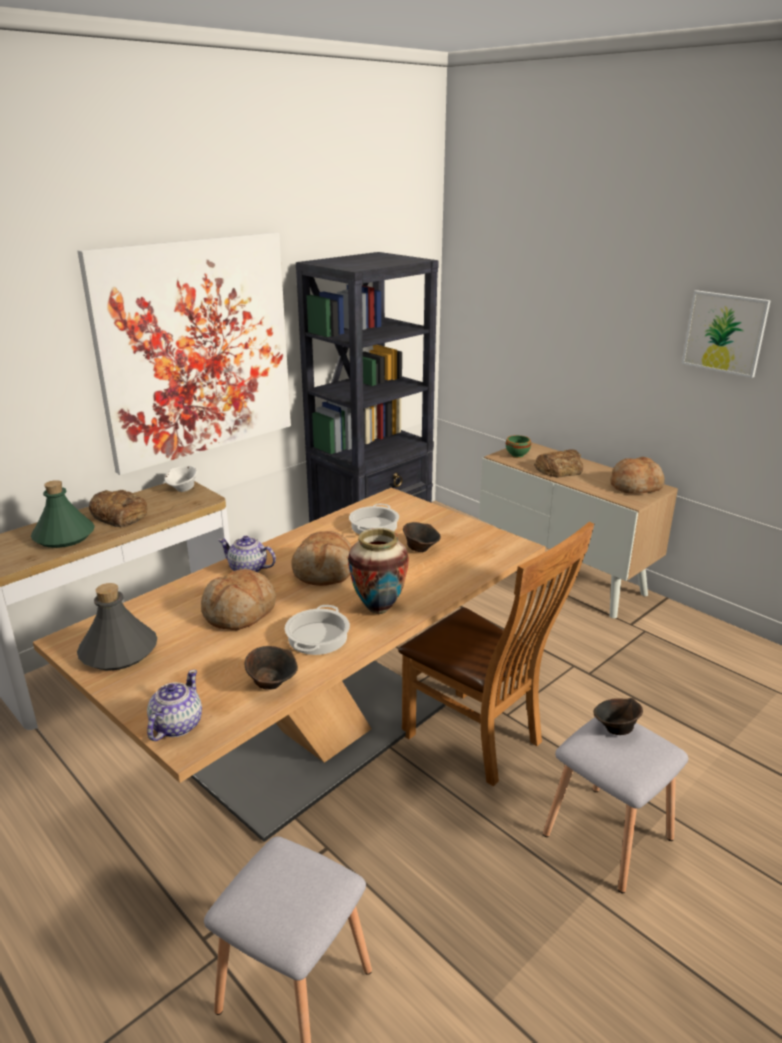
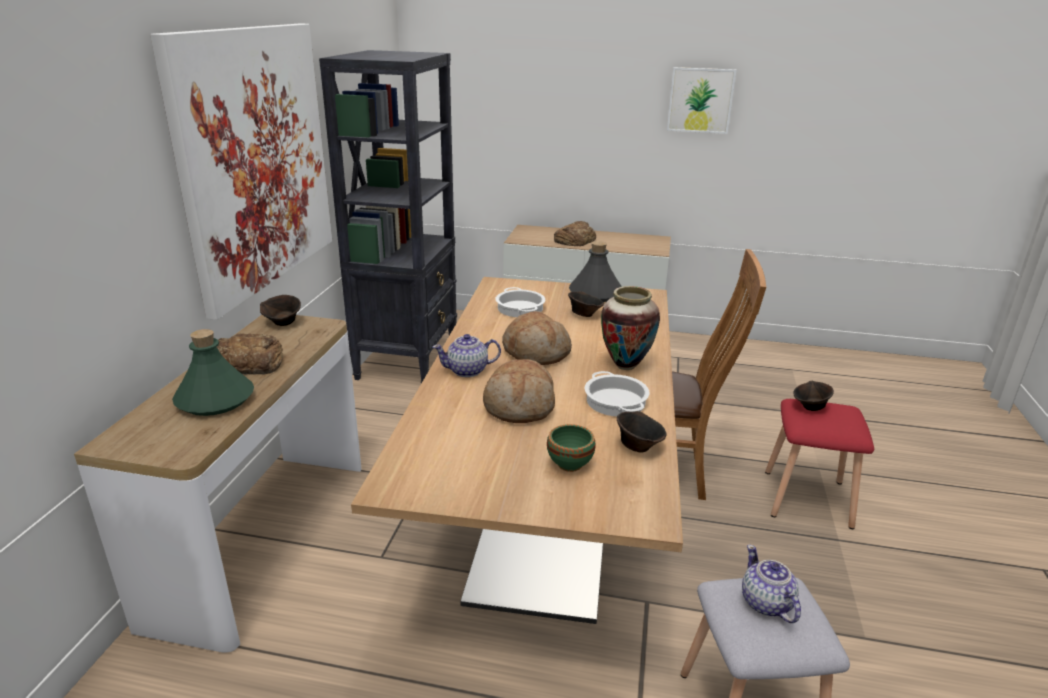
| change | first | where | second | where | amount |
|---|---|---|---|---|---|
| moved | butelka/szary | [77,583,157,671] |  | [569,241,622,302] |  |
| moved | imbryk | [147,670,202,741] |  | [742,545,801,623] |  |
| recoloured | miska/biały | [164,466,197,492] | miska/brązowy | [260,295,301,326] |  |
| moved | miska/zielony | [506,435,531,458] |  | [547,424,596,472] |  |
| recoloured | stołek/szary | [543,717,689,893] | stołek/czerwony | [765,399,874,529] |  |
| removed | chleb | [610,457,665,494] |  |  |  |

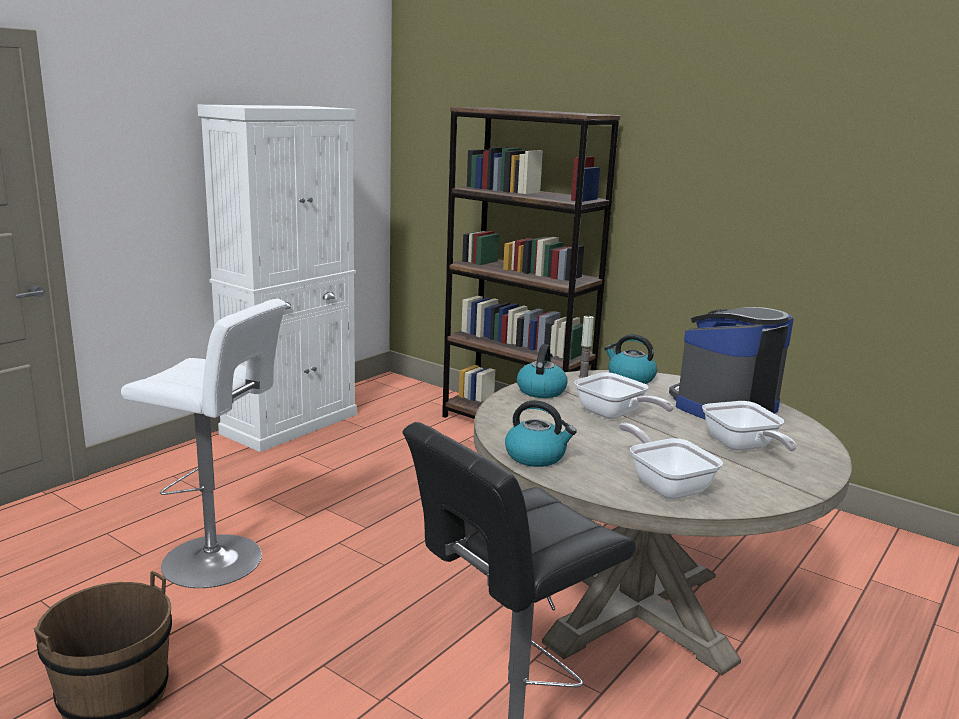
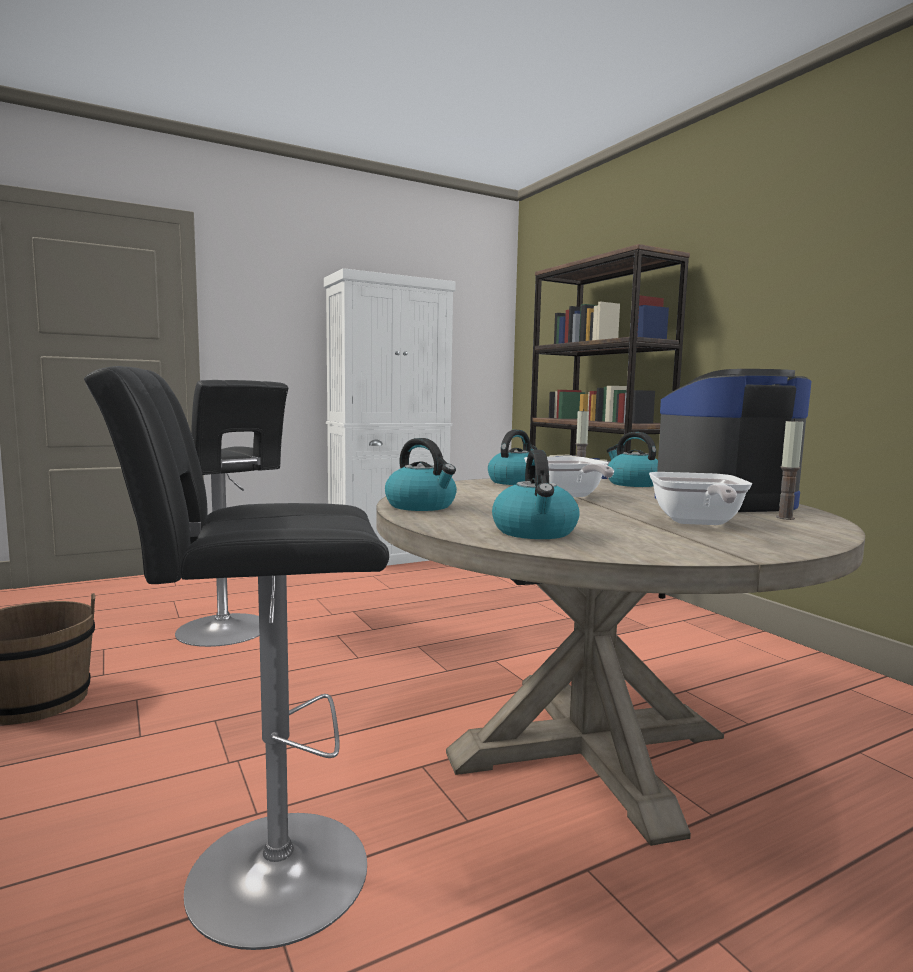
| change | first | where | second | where | amount |
|---|---|---|---|---|---|
| recoloured | stołek/biały | [121,299,287,588] | stołek/czarny | [175,380,288,647] |  |
| replaced | patelnia | [619,423,723,499] | czajnik | [492,450,580,539] |  |
| added |  |  | świeca | [776,418,804,520] |  |

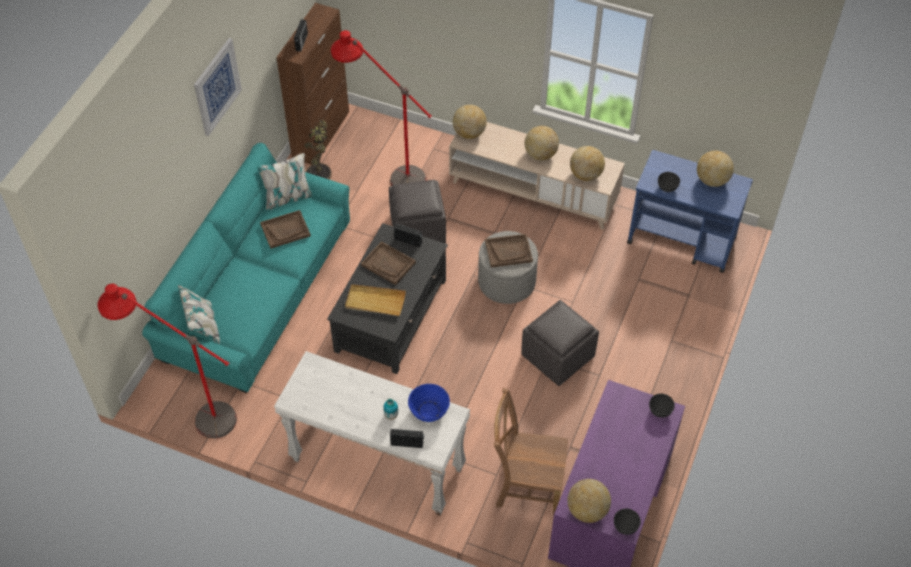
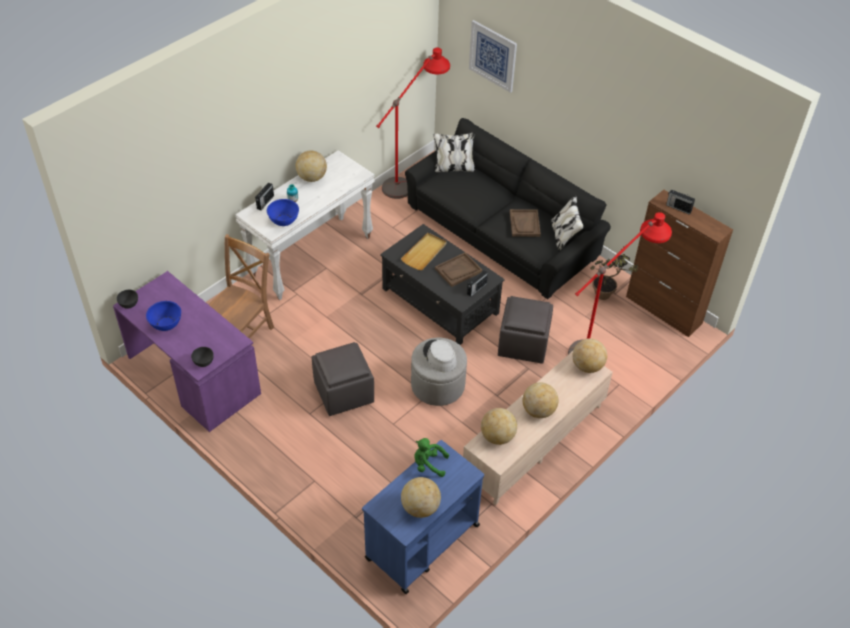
| change | first | where | second | where | amount |
|---|---|---|---|---|---|
| recoloured | kanapa/turkusowy | [142,143,350,393] | kanapa/czarny | [405,118,611,299] |  |
| moved | obraz | [194,38,242,136] |  | [469,20,517,93] |  |
| replaced | taca/brązowy | [485,234,533,268] | kapelusz/szary | [423,340,457,372] |  |
| moved | globus | [567,479,611,523] |  | [296,151,327,182] |  |
| replaced | miska/szary | [658,172,680,192] | pluszak/zielony | [414,438,449,477] |  |
| added |  |  | miska/niebieski | [146,301,181,331] |  |

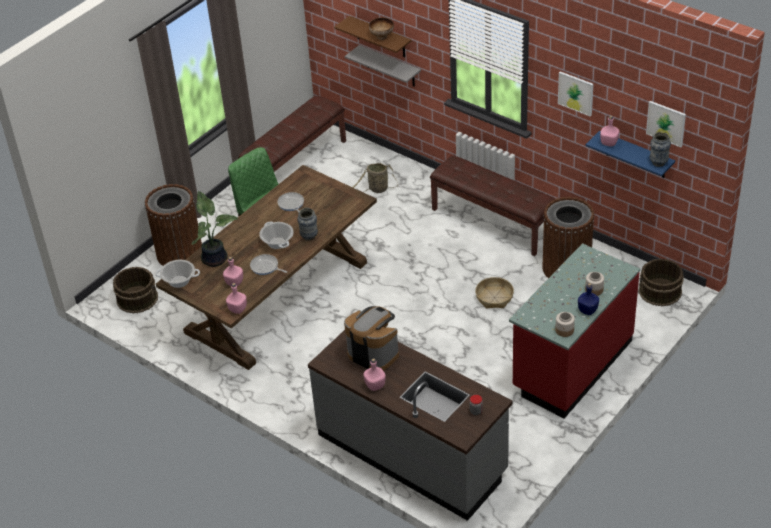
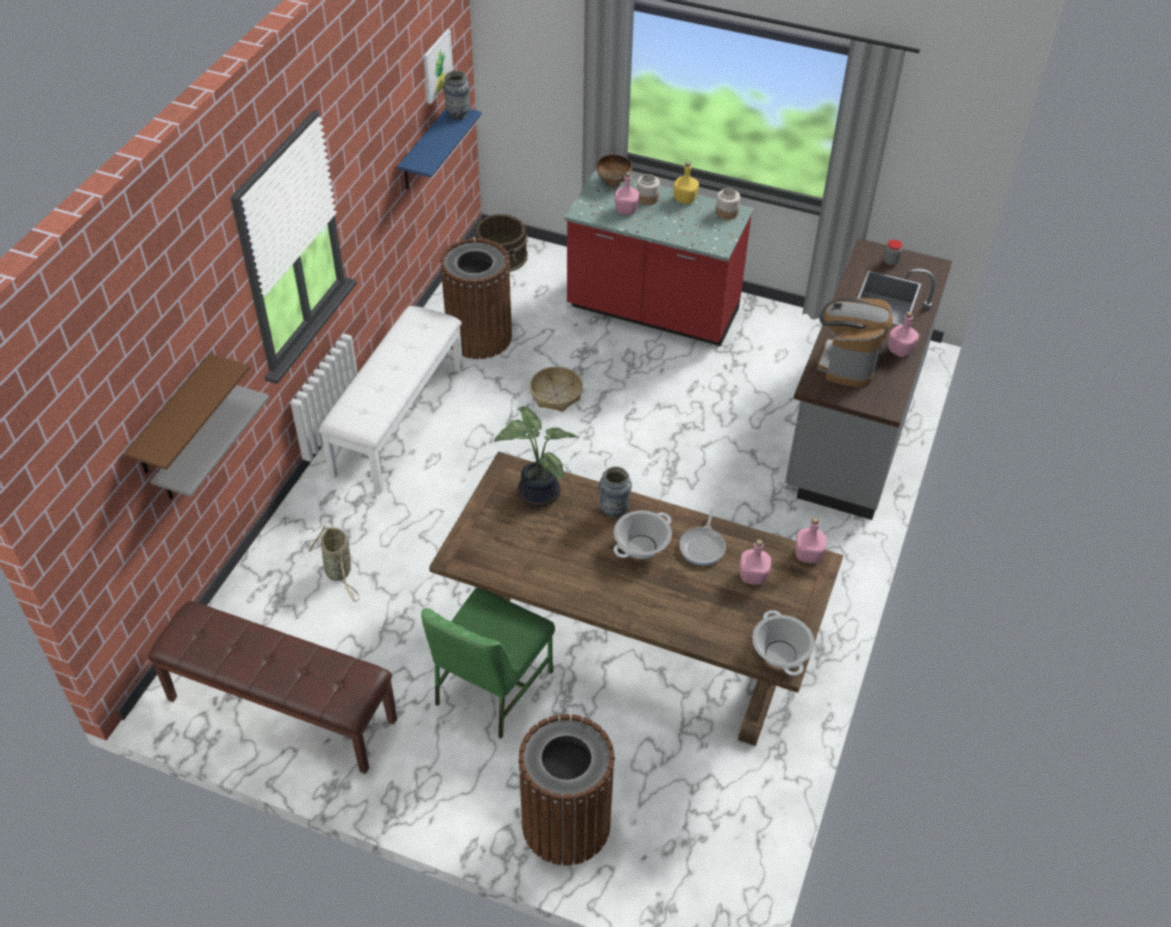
| change | first | where | second | where | amount |
|---|---|---|---|---|---|
| removed | wiadro/brązowy | [113,267,158,313] |  |  |  |
| moved | roślina doniczkowa | [192,191,238,267] |  | [494,406,579,507] |  |
| removed | patelnia | [277,192,304,212] |  |  |  |
| moved | miska | [369,18,394,40] |  | [596,155,632,187] |  |
| recoloured | ławka/brązowy | [430,156,555,256] | ławka/biały | [319,306,463,493] |  |
| removed | obraz | [558,71,594,117] |  |  |  |
| recoloured | butelka/niebieski | [578,283,599,315] | butelka/żółty | [673,161,699,204] |  |
| moved | butelka/różowy | [600,115,620,146] |  | [615,172,639,215] |  |

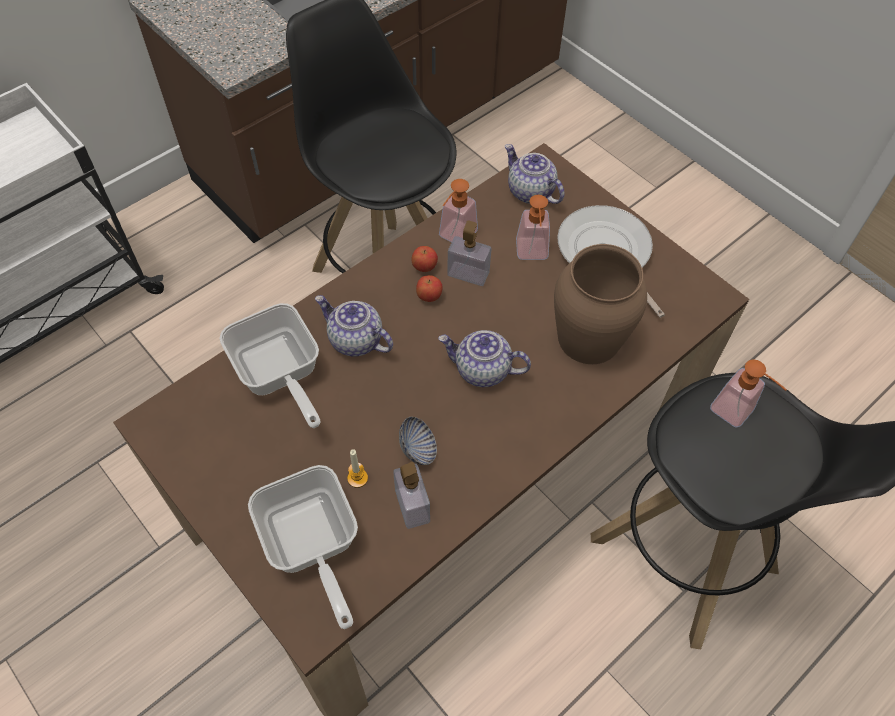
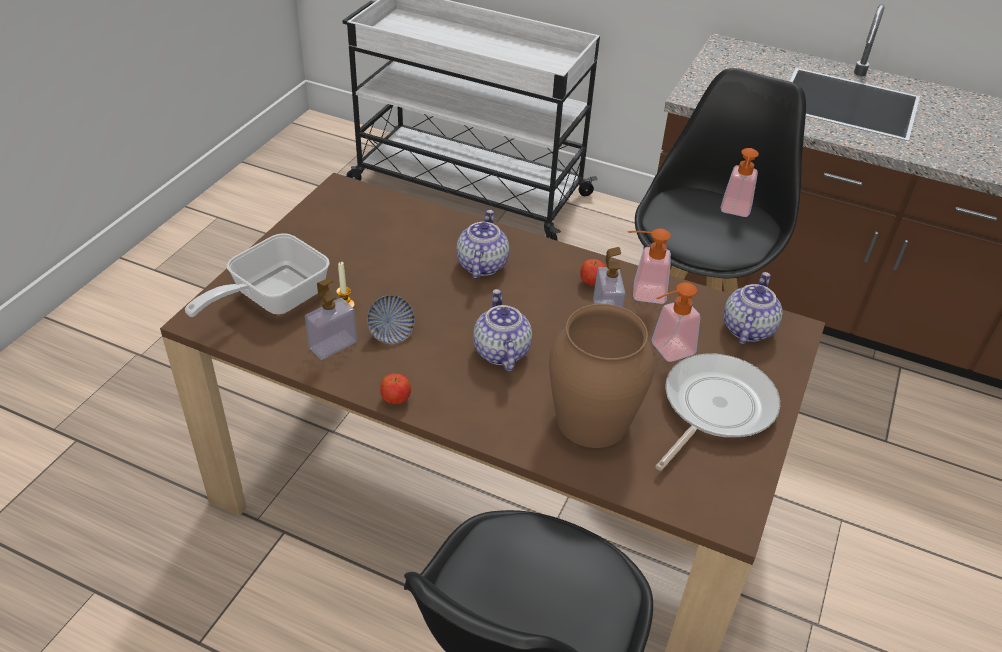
| change | first | where | second | where | amount |
|---|---|---|---|---|---|
| removed | patelnia | [219,303,320,428] |  |  |  |
| moved | jabłko | [416,275,443,302] |  | [380,373,411,404] |  |
| moved | dozownik mydła | [710,359,787,428] |  | [721,148,759,217] |  |

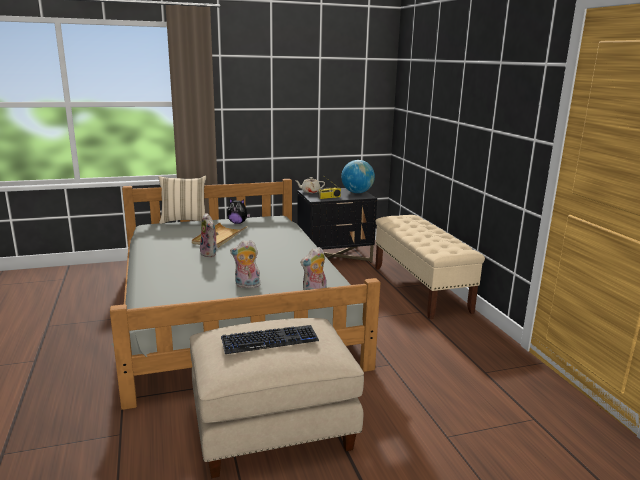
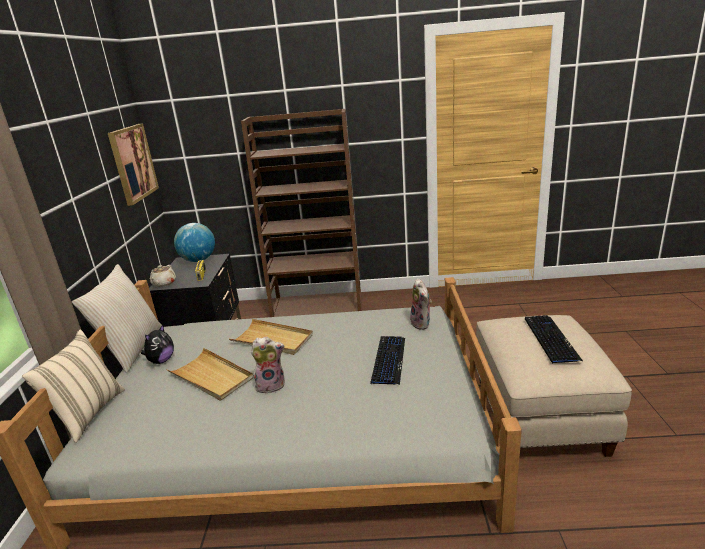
| change | first | where | second | where | amount |
|---|---|---|---|---|---|
| replaced | pluszak | [230,240,260,288] | klawiatura | [370,336,405,385] |  |
| replaced | ławka/beżowy | [375,215,485,319] | regał/brązowy | [241,109,361,317] |  |
| added |  |  | poduszka/beżowy | [72,264,162,373] |  |
| added |  |  | obraz | [108,124,159,206] |  |
| added |  |  | taca/beżowy | [229,319,313,355] |  |

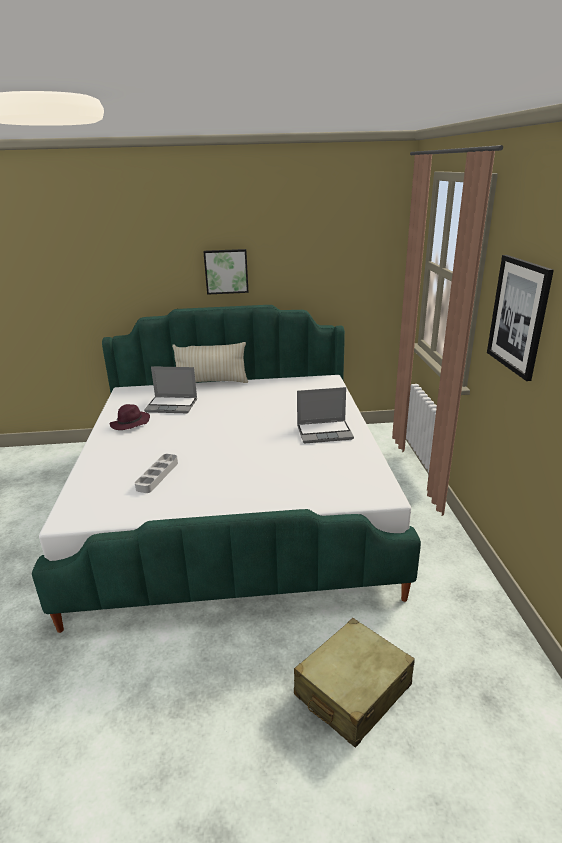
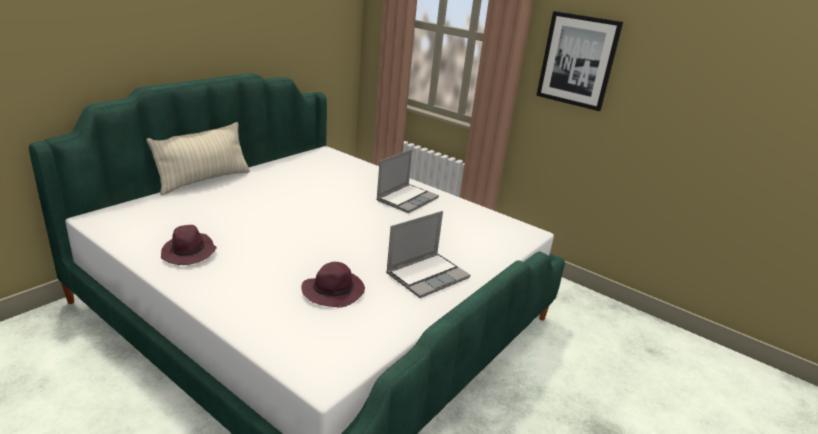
| change | first | where | second | where | amount |
|---|---|---|---|---|---|
| replaced | taca/szary | [135,454,178,493] | kapelusz/fioletowy | [301,262,365,307] |  |
| moved | laptop | [144,366,197,413] |  | [386,211,470,298] |  |
| removed | obraz | [203,249,249,295] |  |  |  |
| removed | walizka/beżowy | [294,618,415,748] |  |  |  |

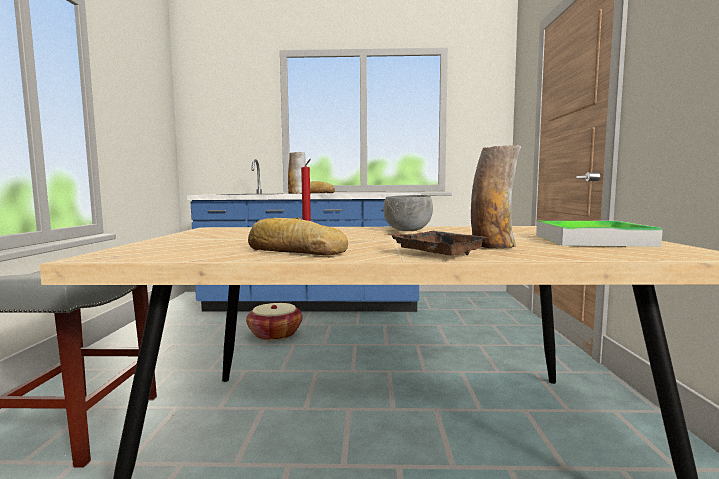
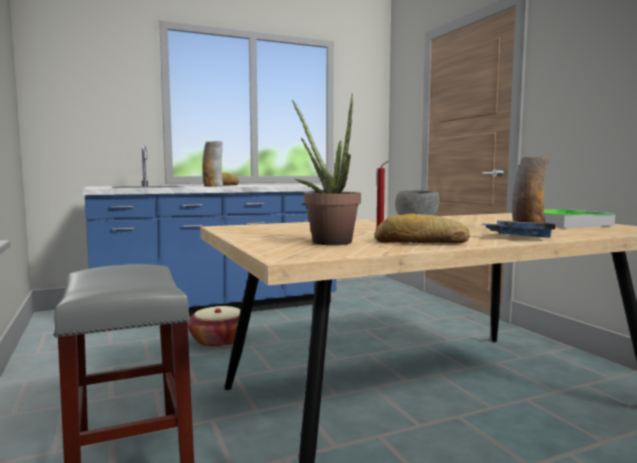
| change | first | where | second | where | amount |
|---|---|---|---|---|---|
| recoloured | taca/brązowy | [388,231,489,256] | taca/niebieski | [482,220,555,238] |  |
| added |  |  | roślina doniczkowa | [292,93,361,245] |  |

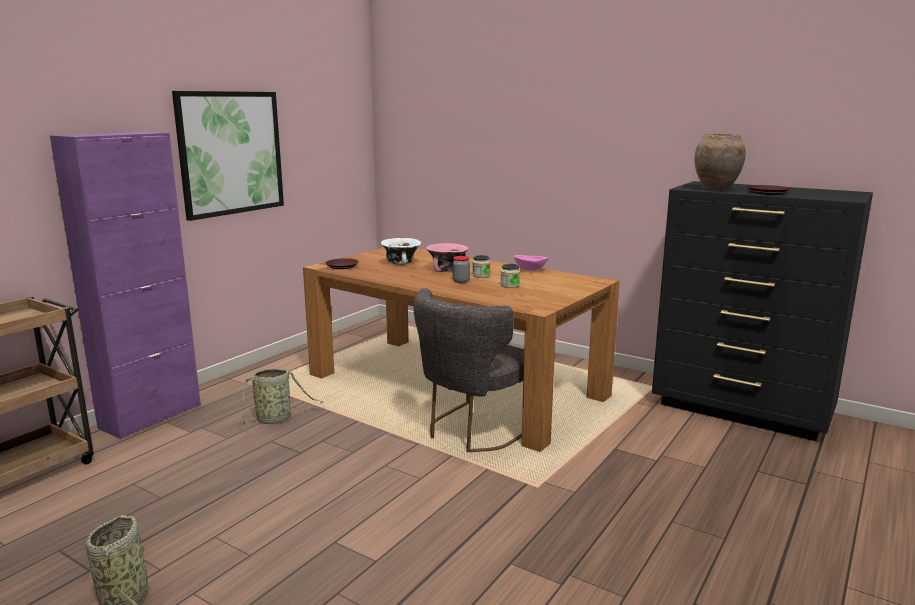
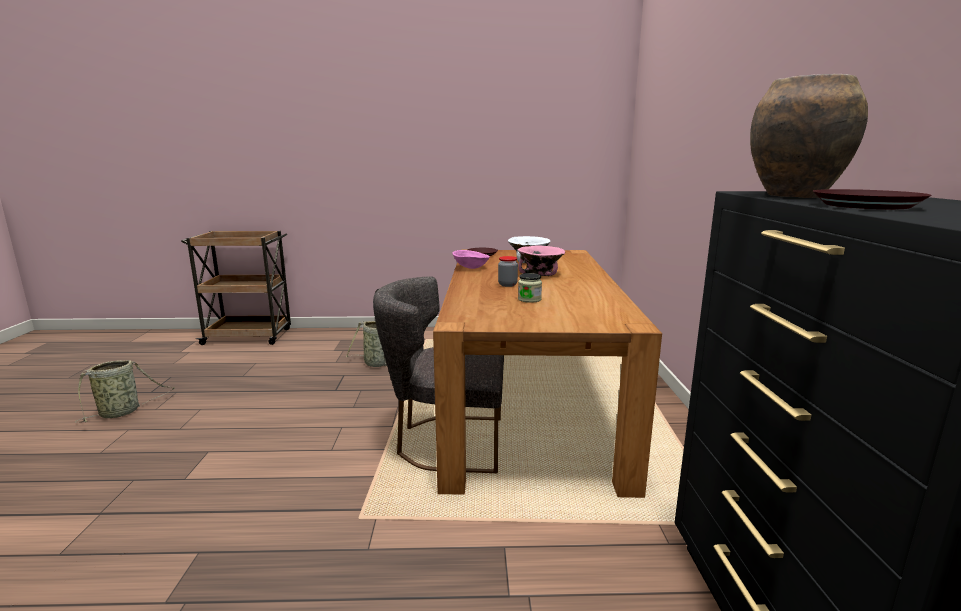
| change | first | where | second | where | amount |
|---|---|---|---|---|---|
| removed | szafka/fioletowy | [50,132,201,439] |  |  |  |
| removed | obraz | [172,91,284,221] |  |  |  |
| removed | słoik | [472,255,491,278] |  |  |  |
| moved | miska/różowy | [514,255,548,271] |  | [452,250,490,269] |  |

